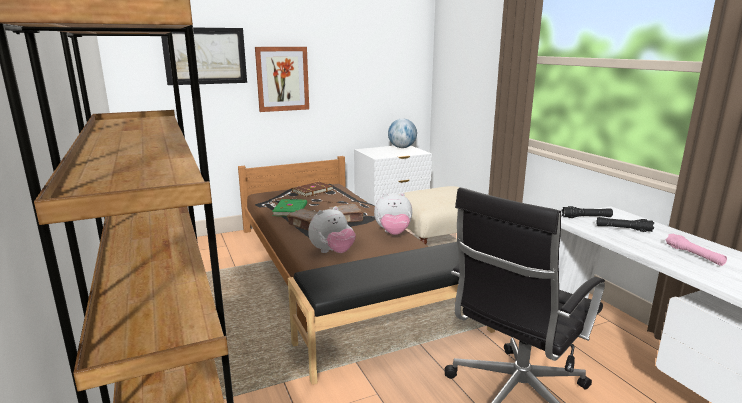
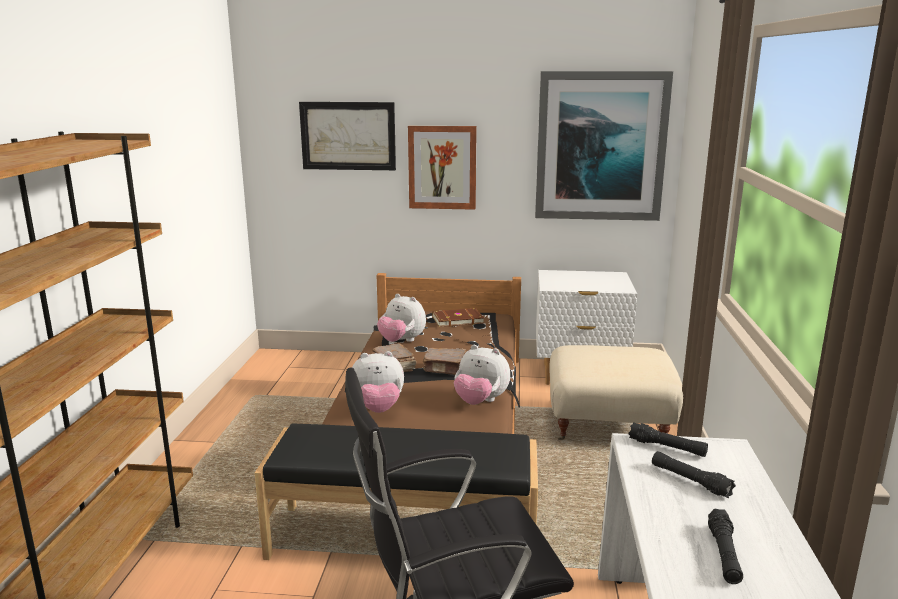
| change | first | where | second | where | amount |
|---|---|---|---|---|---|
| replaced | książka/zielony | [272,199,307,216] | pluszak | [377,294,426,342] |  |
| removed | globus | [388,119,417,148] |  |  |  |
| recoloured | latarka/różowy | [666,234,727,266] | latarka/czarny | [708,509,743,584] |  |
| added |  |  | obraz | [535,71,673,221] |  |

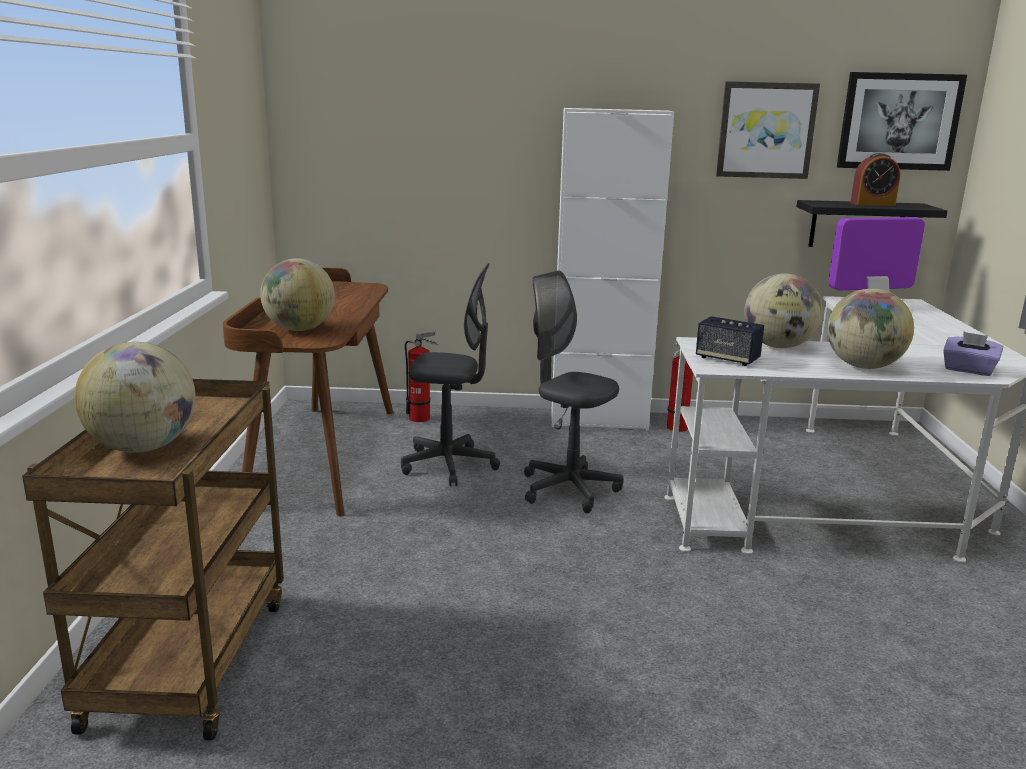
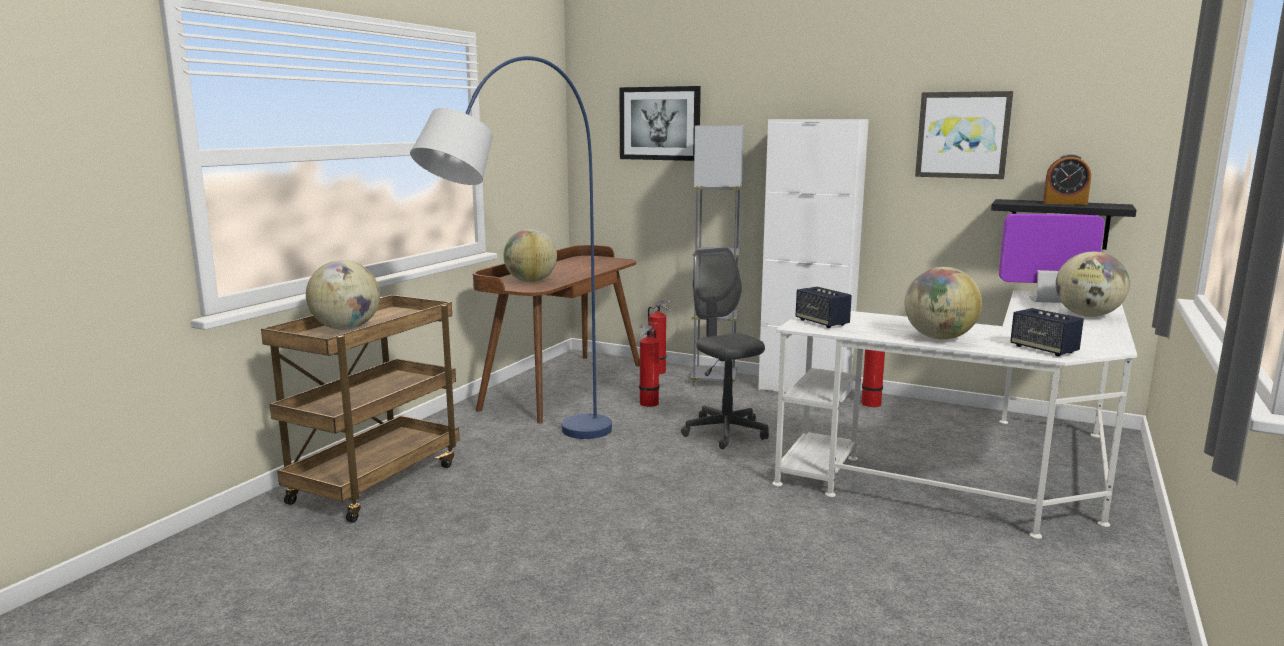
| change | first | where | second | where | amount |
|---|---|---|---|---|---|
| replaced | krzesło biurowe/szary | [401,263,500,486] | gaśnica | [639,325,659,407] |  |
| moved | globus | [744,273,823,348] |  | [1055,252,1130,317] |  |
| moved | obraz | [837,72,967,171] |  | [619,86,701,161] |  |
| replaced | pudełko chusteczek/fioletowy | [943,331,1003,376] | głośnik | [1010,308,1084,356] |  |
| added |  |  | lampa stojąca/niebieski | [410,56,612,439] |  |
| added |  |  | lampa stojąca/szary | [691,125,744,386] |  |

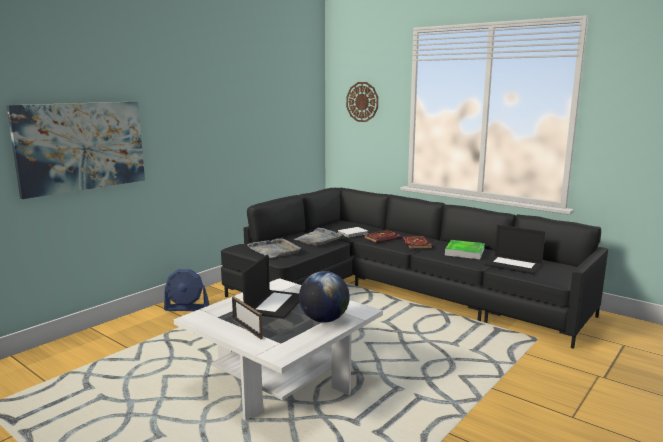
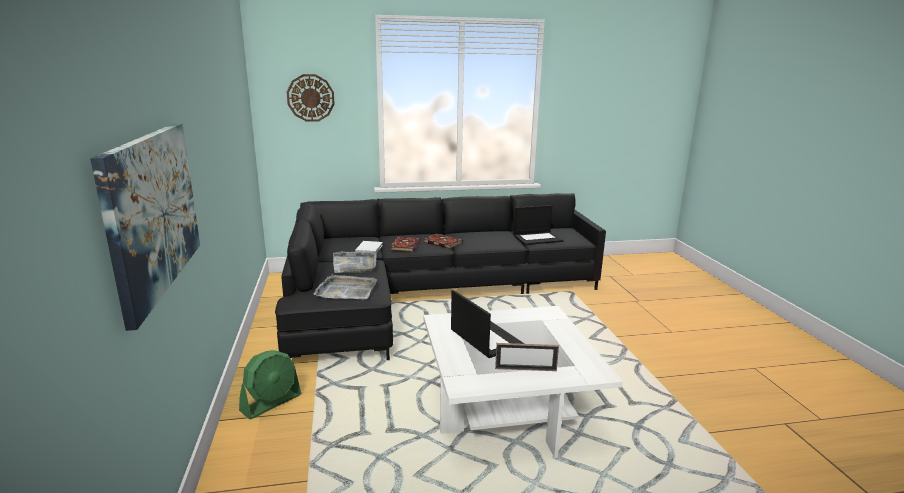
| change | first | where | second | where | amount |
|---|---|---|---|---|---|
| recoloured | wentylator/niebieski | [164,269,210,311] | wentylator/zielony | [239,350,301,419] |  |
| removed | globus | [299,271,350,323] |  |  |  |
| removed | taca | [445,240,485,259] |  |  |  |

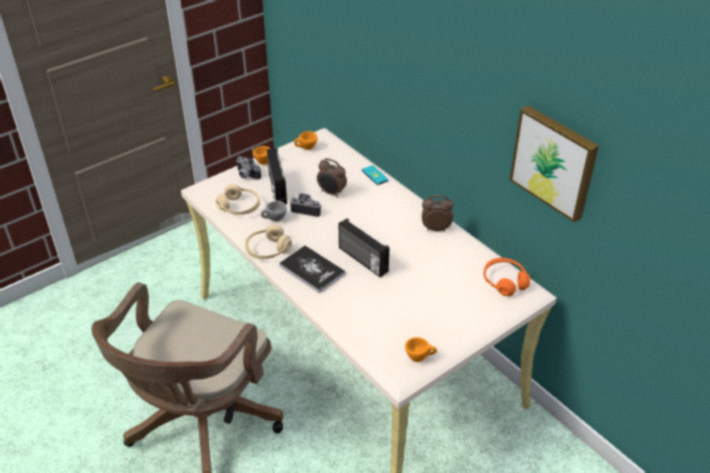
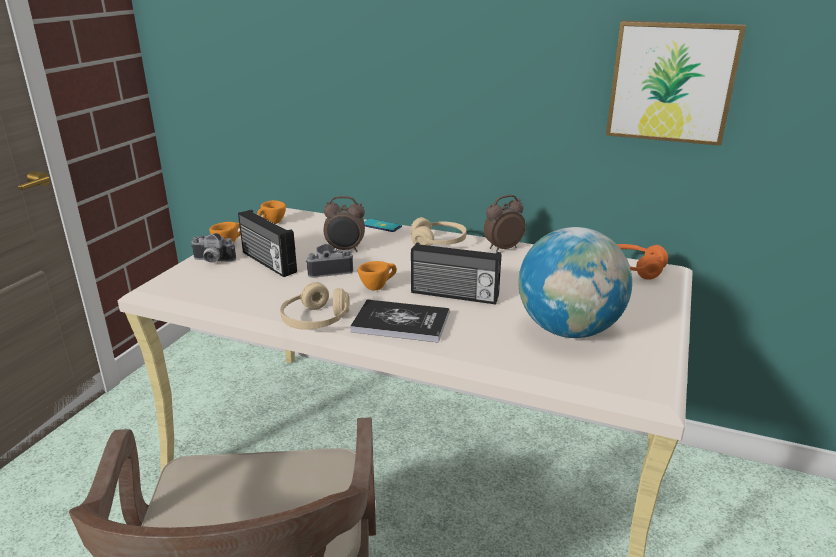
| change | first | where | second | where | amount |
|---|---|---|---|---|---|
| moved | słuchawki/beżowy | [216,184,260,215] |  | [410,217,466,246] |  |
| removed | filiżanka/szary | [261,201,287,221] |  |  |  |
| moved | filiżanka/pomarańczowy | [405,337,437,362] |  | [358,261,397,290] |  |
| added |  |  | globus | [518,227,632,338] |  |

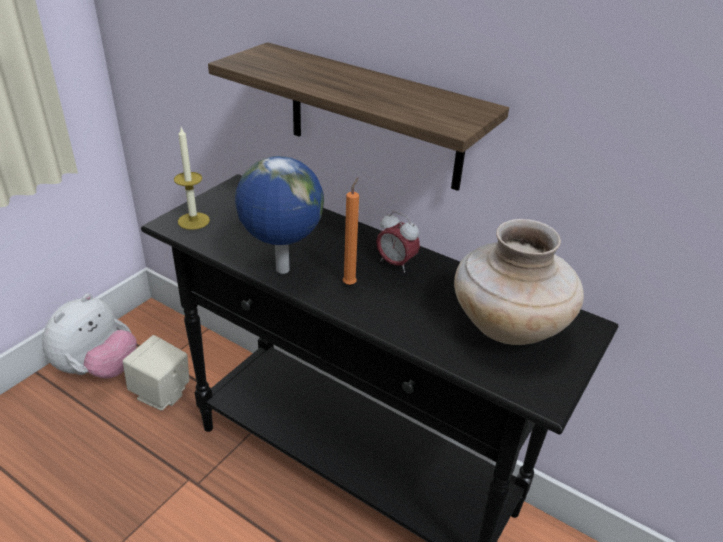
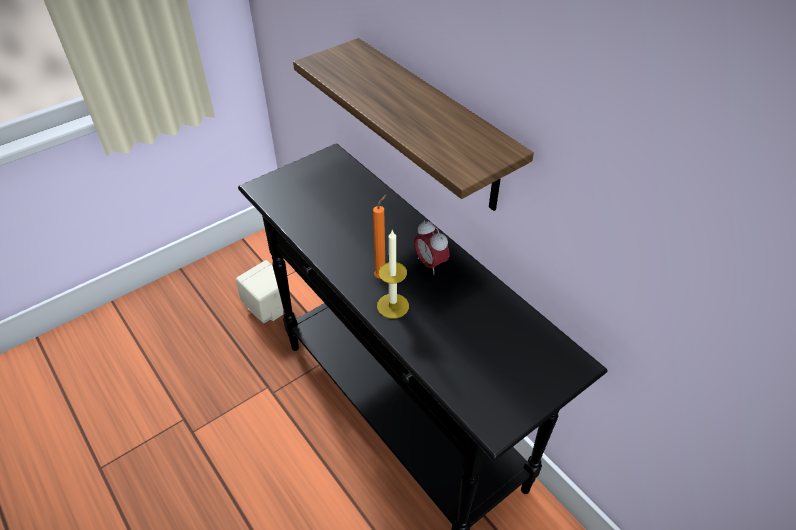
| change | first | where | second | where | amount |
|---|---|---|---|---|---|
| removed | pluszak | [42,294,137,378] |  |  |  |
| moved | świeca | [174,127,210,230] |  | [377,230,409,319] |  |
| removed | globus | [235,156,324,274] |  |  |  |
| removed | wazon/beżowy | [454,219,584,345] |  |  |  |

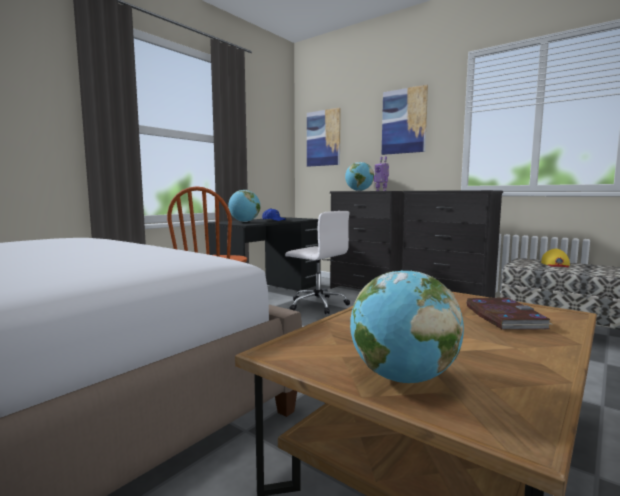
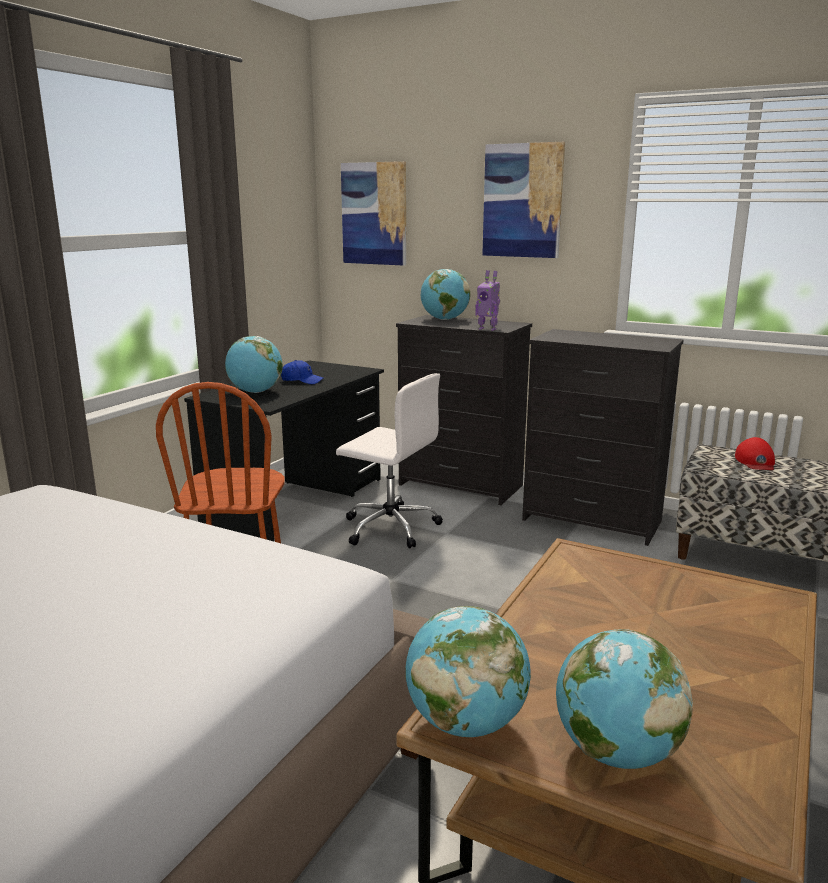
| change | first | where | second | where | amount |
|---|---|---|---|---|---|
| removed | książka | [466,298,553,330] |  |  |  |
| recoloured | czapka z daszkiem/żółty | [541,249,570,267] | czapka z daszkiem/czerwony | [735,437,775,470] |  |
| added |  |  | globus | [405,606,531,737] |  |

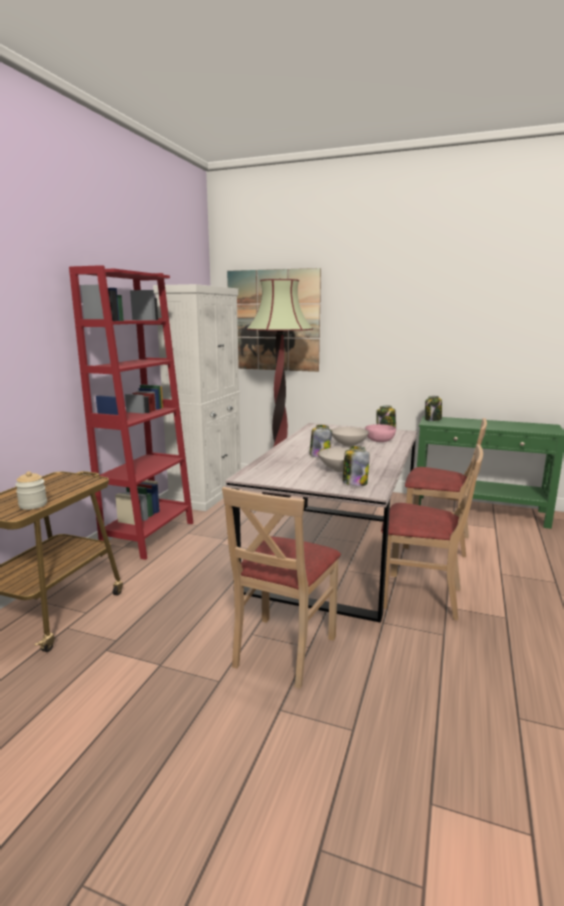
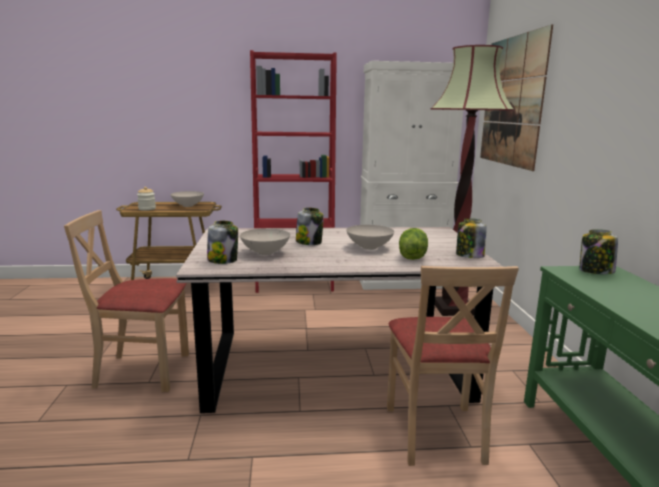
| change | first | where | second | where | amount |
|---|---|---|---|---|---|
| replaced | miska/różowy | [365,424,396,442] | sałata | [399,228,428,260] |  |
| removed | krzesło/beżowy | [381,444,483,620] |  |  |  |
| added |  |  | miska/biały | [170,191,204,207] |  |

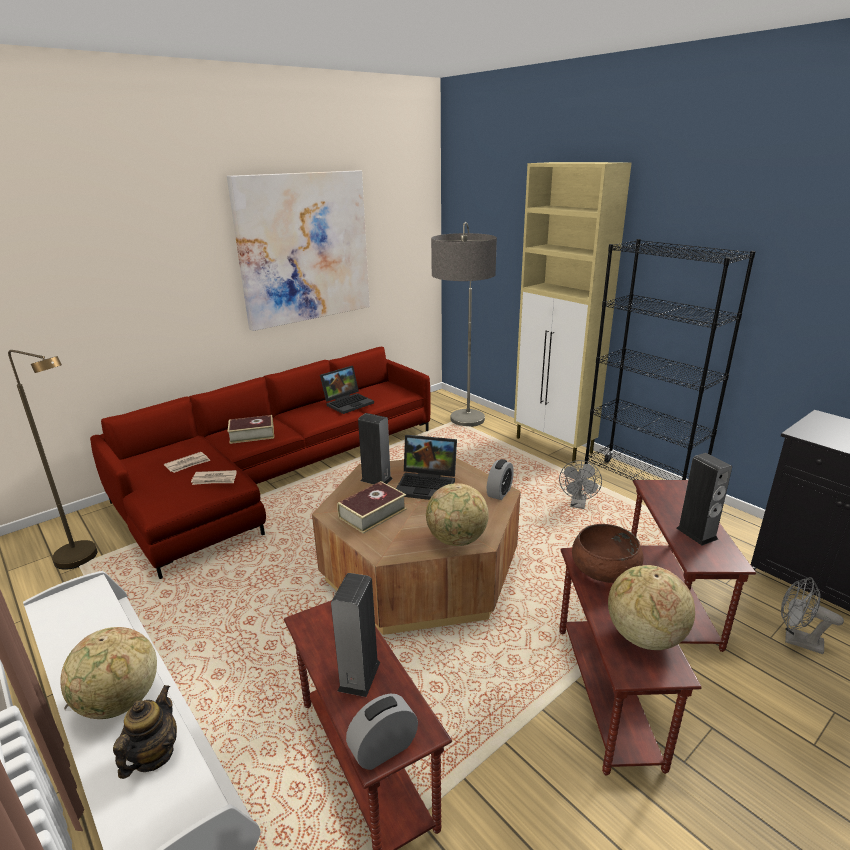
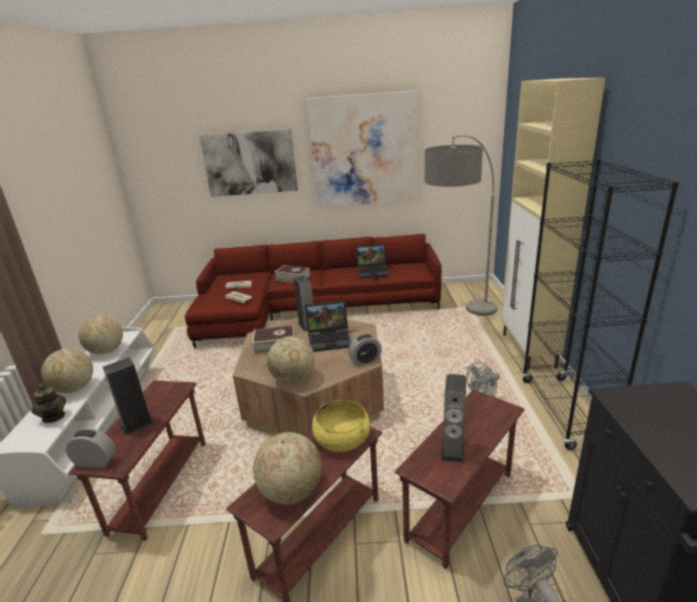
| change | first | where | second | where | amount |
|---|---|---|---|---|---|
| removed | lampa stojąca/brązowy | [8,350,97,570] |  |  |  |
| turned | imbryk | [113,685,177,779] |  | [31,383,66,423] | 90 degrees clockwise |
| turned | laptop | [396,435,457,500] |  | [305,300,351,352] | 60 degrees counterclockwise |
| recoloured | miska/brązowy | [572,524,644,583] | miska/żółty | [312,400,370,452] |  |
| added |  |  | globus | [79,315,123,354] |  |
| added |  |  | obraz | [199,129,298,197] |  |

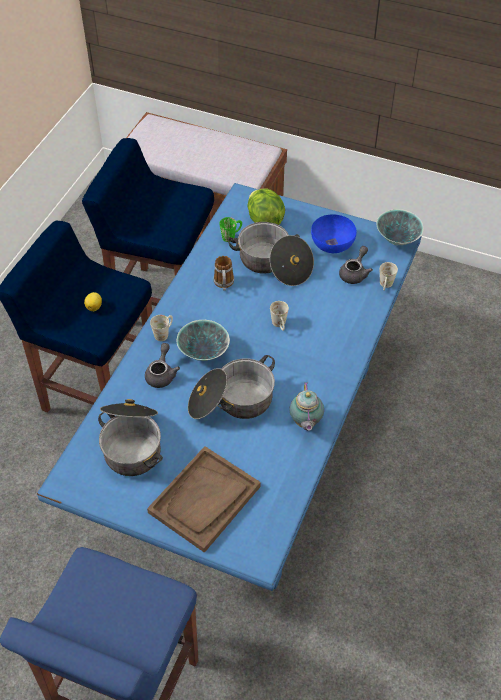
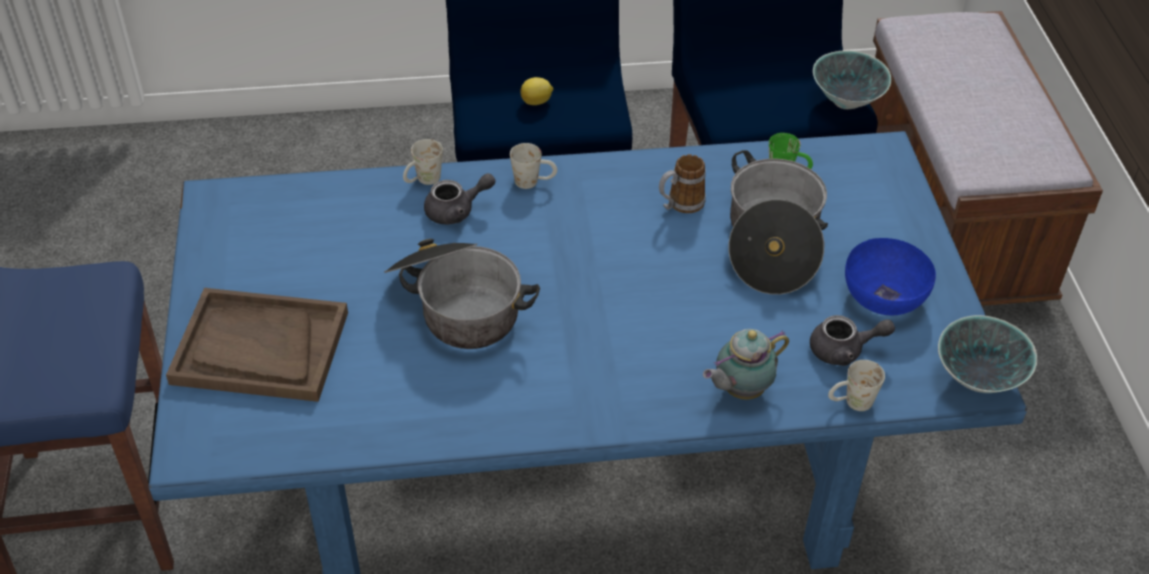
| change | first | where | second | where | amount |
|---|---|---|---|---|---|
| removed | garnek | [98,399,163,476] |  |  |  |
| moved | miska | [177,320,230,361] |  | [813,50,891,109] |  |
| removed | sałata | [247,188,285,225] |  |  |  |
| moved | kubek/biały | [270,301,289,331] |  | [403,139,443,185] |  |
| moved | imbryk | [289,382,324,430] |  | [703,329,789,400] |  |

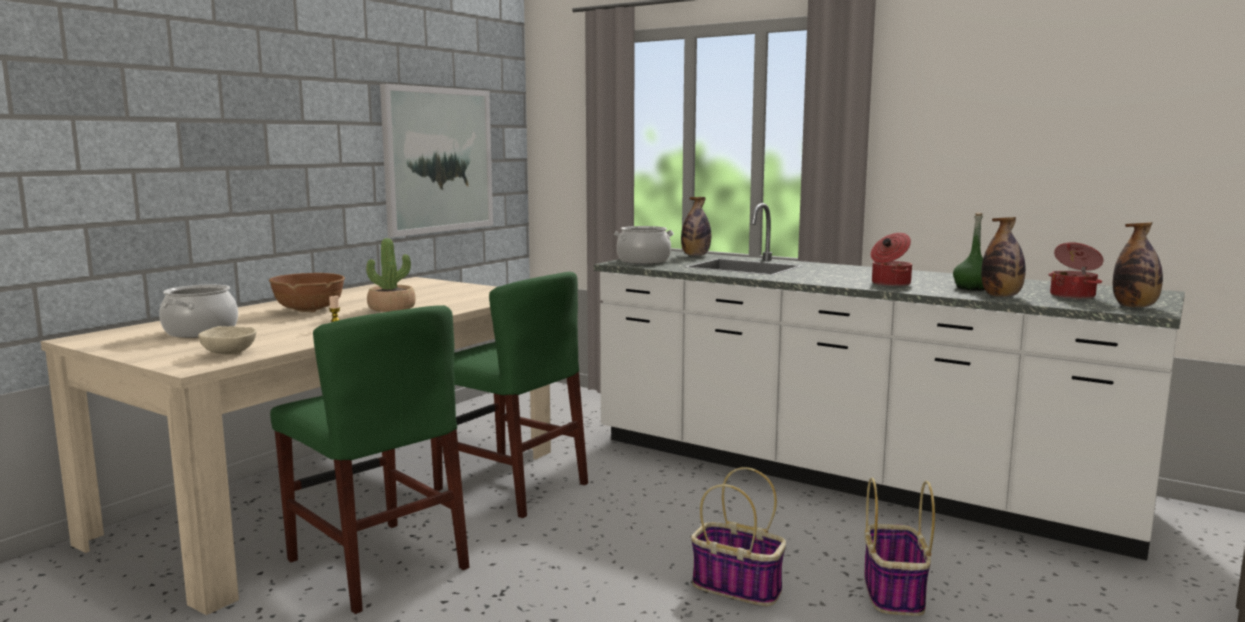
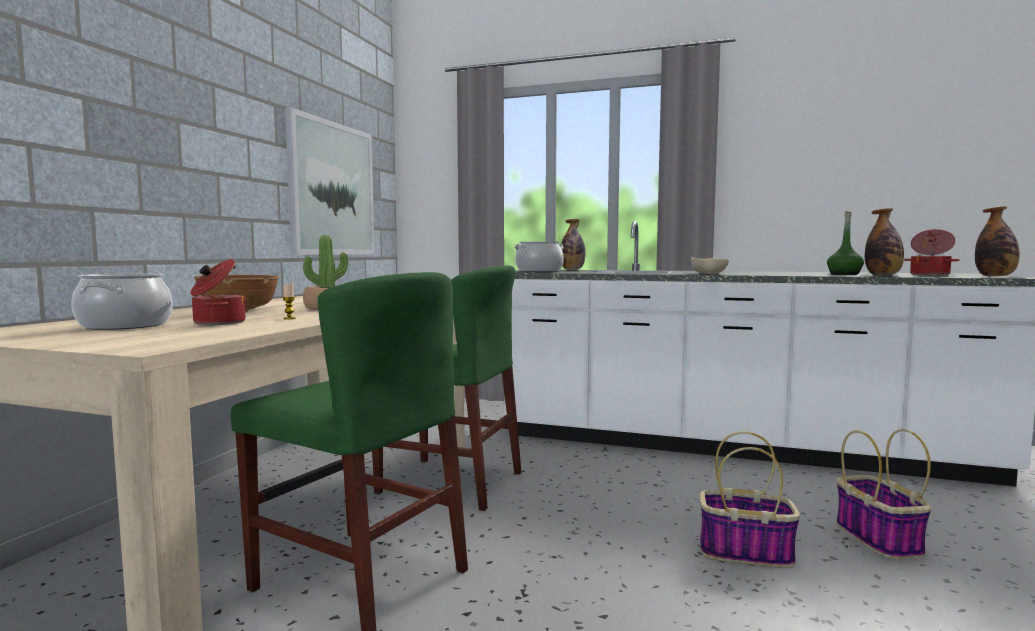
| change | first | where | second | where | amount |
|---|---|---|---|---|---|
| moved | miska/beżowy | [198,326,257,355] |  | [691,257,729,274] |  |
| moved | garnek | [871,233,912,287] |  | [191,259,247,325] |  |

